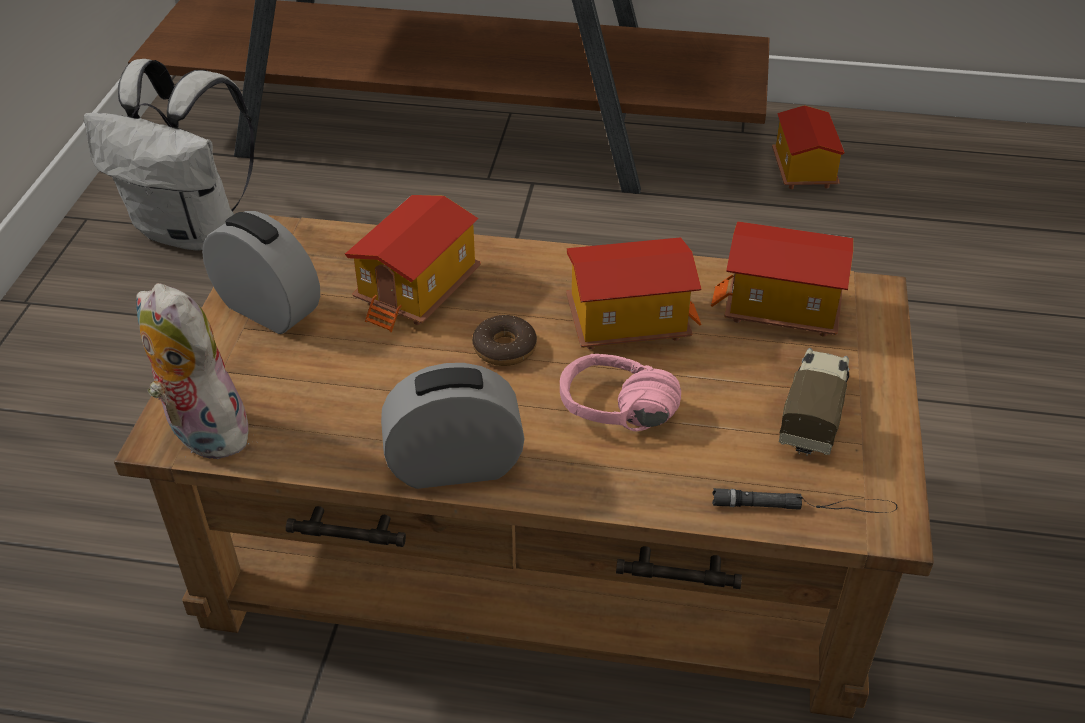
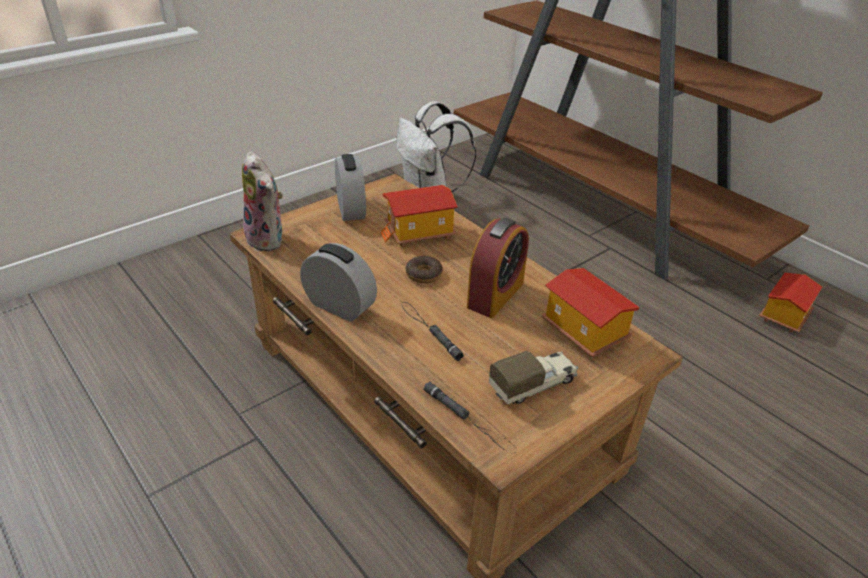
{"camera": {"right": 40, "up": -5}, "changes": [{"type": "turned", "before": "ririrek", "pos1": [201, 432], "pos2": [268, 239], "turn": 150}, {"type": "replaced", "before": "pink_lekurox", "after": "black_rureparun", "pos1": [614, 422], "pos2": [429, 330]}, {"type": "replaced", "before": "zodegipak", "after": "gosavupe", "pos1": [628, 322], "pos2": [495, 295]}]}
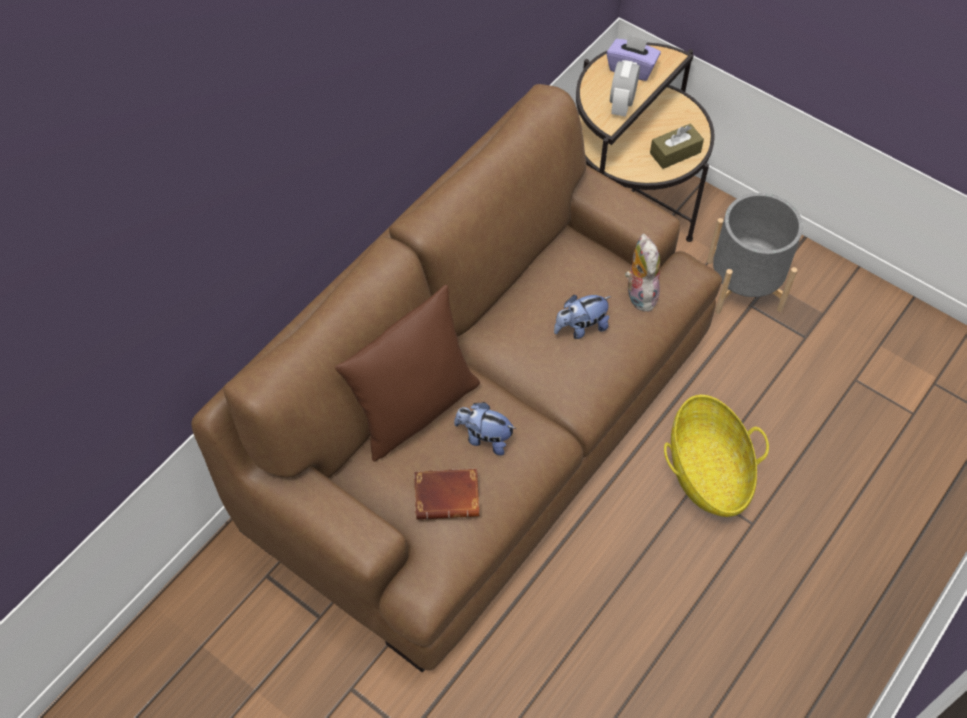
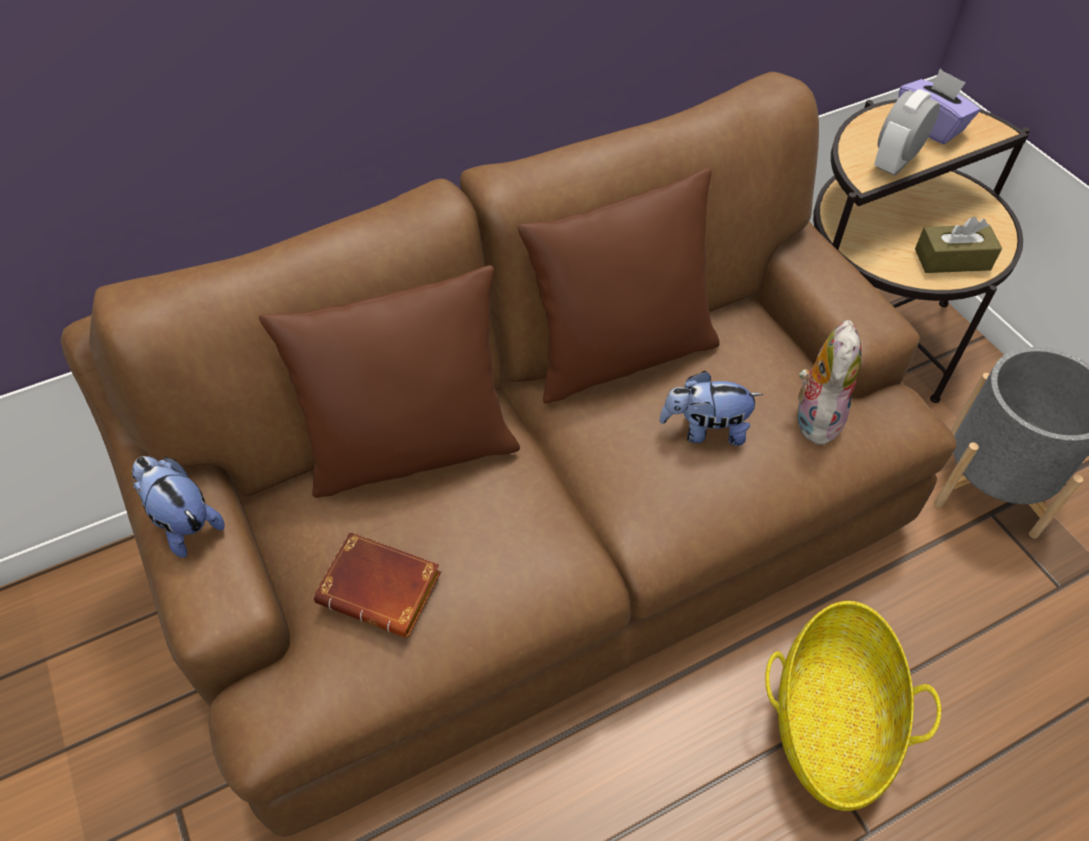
{"camera": {"right": 25, "up": -5}, "changes": [{"type": "moved", "before": "ririrek", "pos1": [484, 438], "pos2": [184, 522]}, {"type": "added", "after": "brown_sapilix", "pos2": [620, 355]}]}
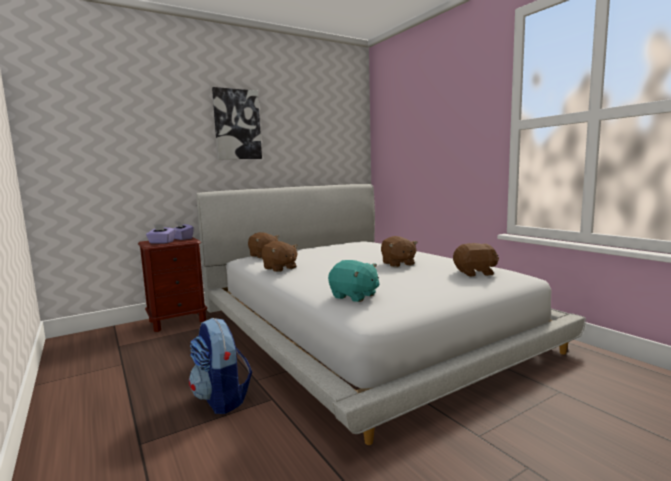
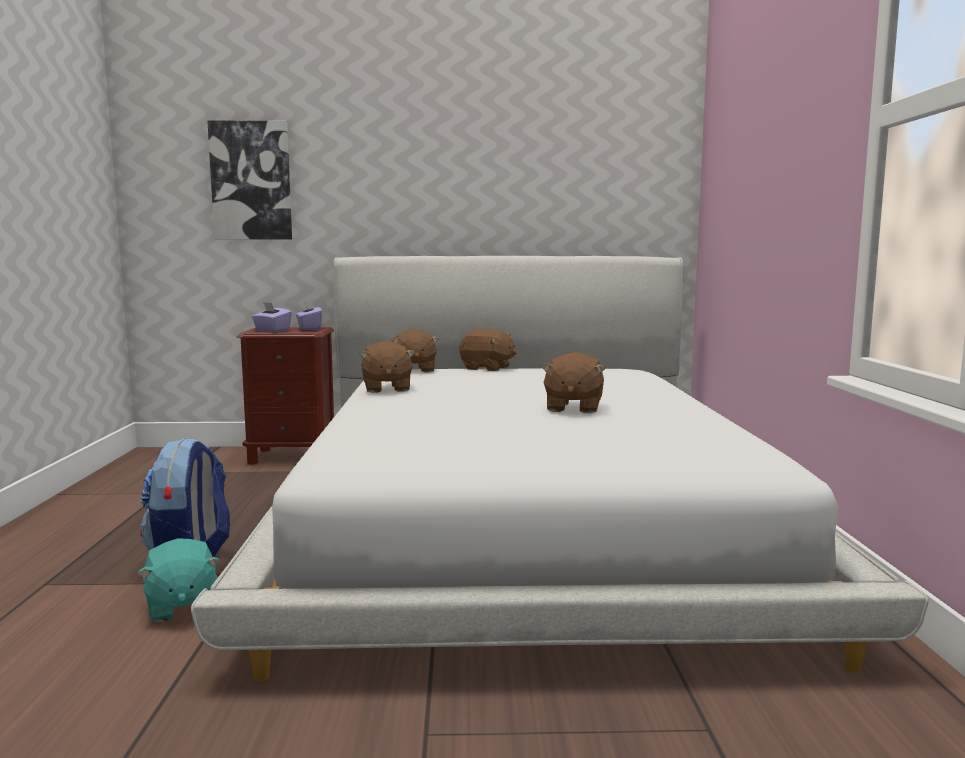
{"camera": {"right": 30, "up": 0}, "changes": [{"type": "moved", "before": "turquoise_ririrek", "pos1": [354, 296], "pos2": [181, 606]}, {"type": "moved", "before": "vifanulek", "pos1": [237, 124], "pos2": [251, 181]}, {"type": "moved", "before": "brown_ririrek", "pos1": [475, 273], "pos2": [487, 368]}]}
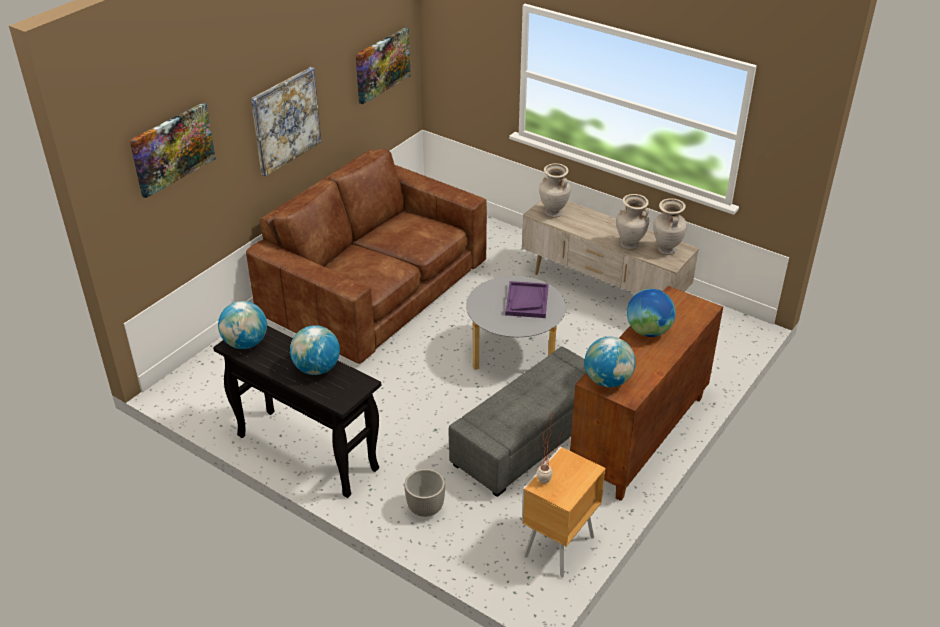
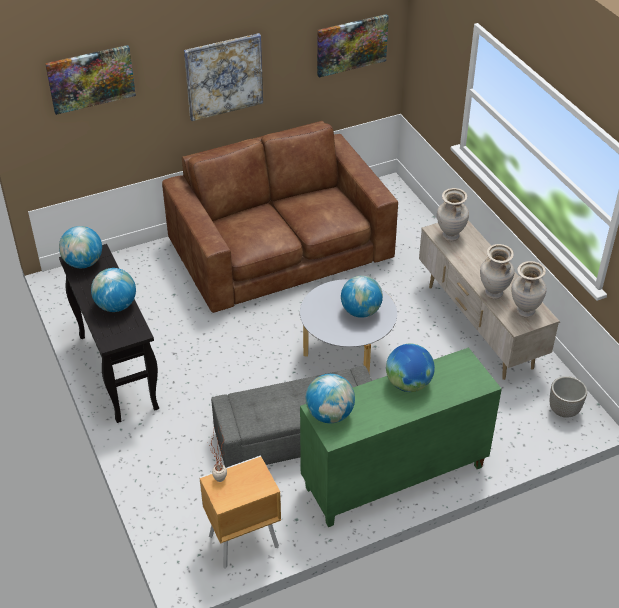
{"camera": {"right": 30, "up": 5}, "changes": [{"type": "recoloured", "before": "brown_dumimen", "after": "green_dumimen", "pos1": [640, 437], "pos2": [394, 478]}, {"type": "replaced", "before": "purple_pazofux", "after": "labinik", "pos1": [527, 301], "pos2": [360, 311]}, {"type": "moved", "before": "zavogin", "pos1": [425, 509], "pos2": [563, 410]}]}
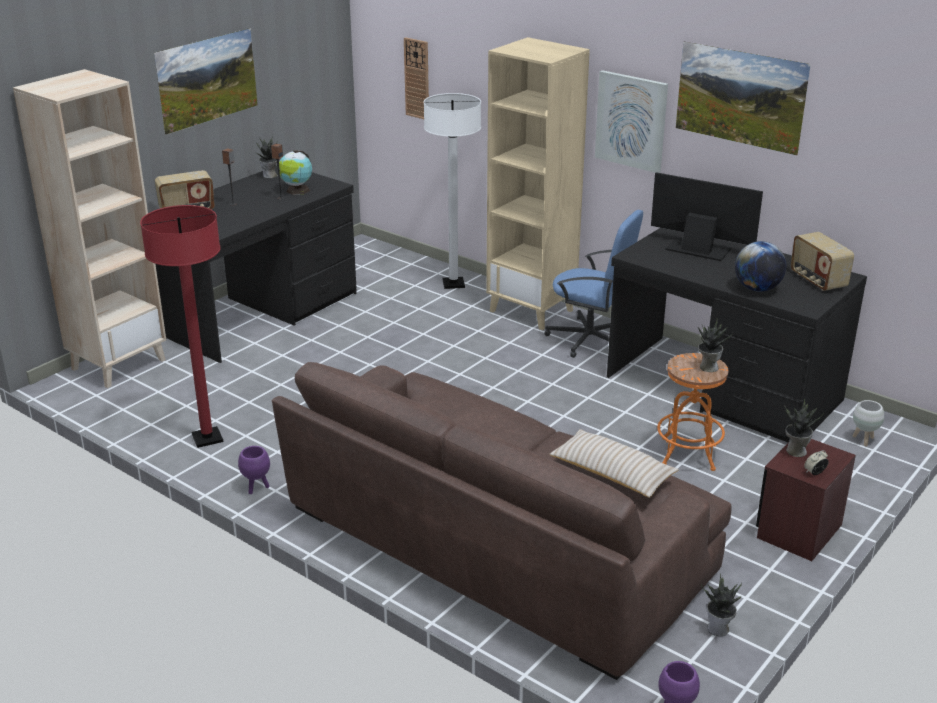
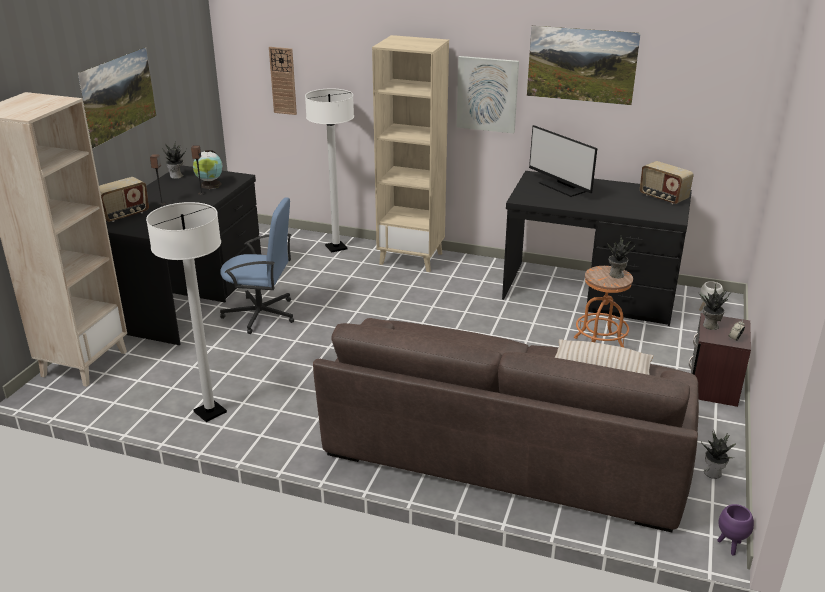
{"camera": {"right": -20, "up": 0}, "changes": [{"type": "recoloured", "before": "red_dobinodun", "after": "white_dobinodun", "pos1": [207, 438], "pos2": [210, 412]}, {"type": "moved", "before": "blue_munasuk", "pos1": [590, 339], "pos2": [261, 314]}, {"type": "turned", "before": "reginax", "pos1": [698, 248], "pos2": [563, 187], "turn": -135}, {"type": "removed", "before": "purple_zavogin", "pos1": [256, 488]}, {"type": "removed", "before": "labinik", "pos1": [757, 289]}]}
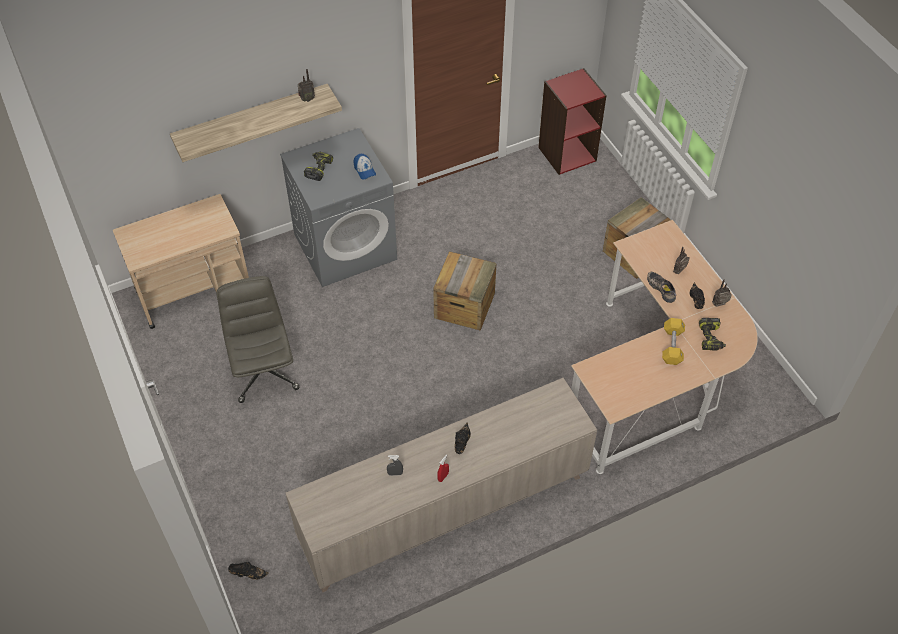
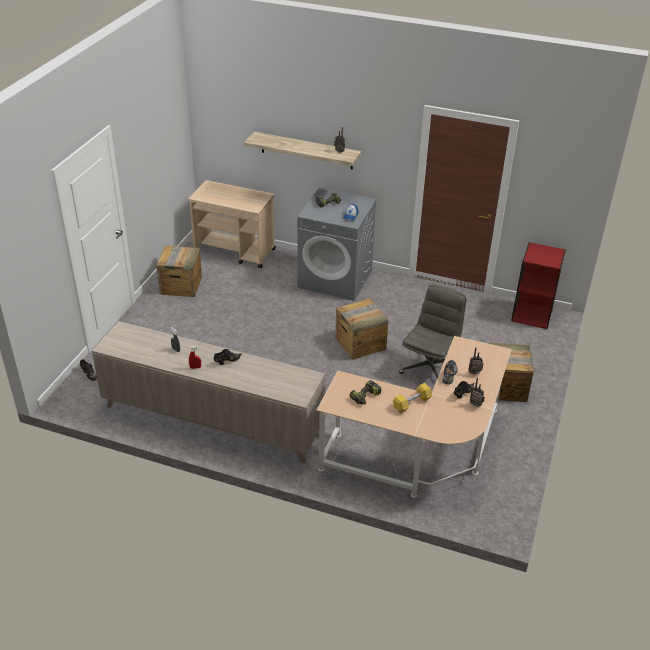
{"camera": {"right": 45, "up": -15}, "changes": [{"type": "added", "after": "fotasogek", "pos2": [181, 285]}, {"type": "moved", "before": "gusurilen", "pos1": [711, 338], "pos2": [365, 397]}, {"type": "moved", "before": "grey_munasuk", "pos1": [263, 371], "pos2": [429, 368]}]}
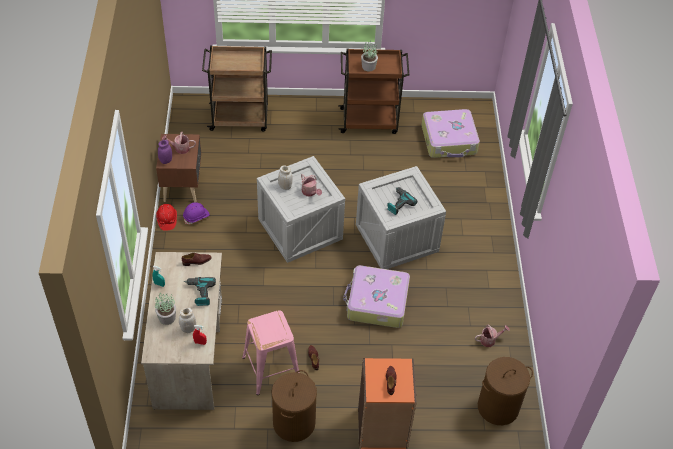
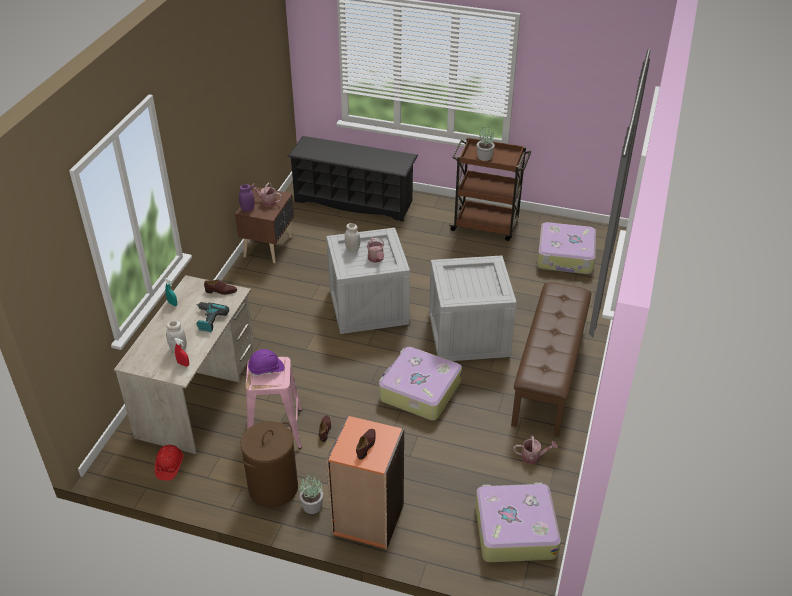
{"camera": {"right": 20, "up": -10}, "changes": [{"type": "moved", "before": "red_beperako", "pos1": [167, 220], "pos2": [169, 466]}, {"type": "moved", "before": "purple_beperako", "pos1": [196, 217], "pos2": [266, 369]}, {"type": "replaced", "before": "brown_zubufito", "after": "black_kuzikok", "pos1": [240, 118], "pos2": [354, 201]}, {"type": "moved", "before": "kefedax", "pos1": [167, 317], "pos2": [312, 505]}, {"type": "replaced", "before": "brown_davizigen", "after": "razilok", "pos1": [497, 407], "pos2": [514, 529]}, {"type": "added", "after": "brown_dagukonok", "pos2": [549, 376]}, {"type": "removed", "before": "gusurilen", "pos1": [398, 203]}]}
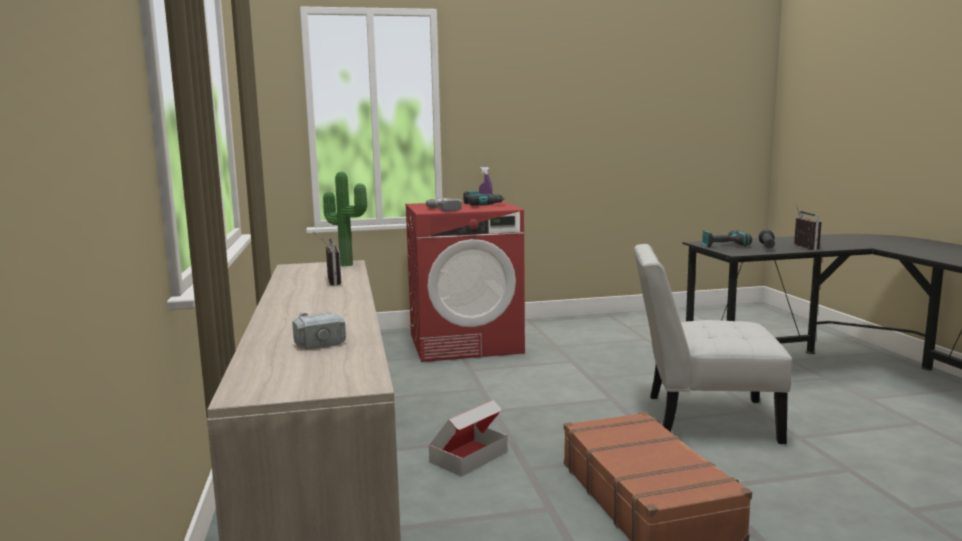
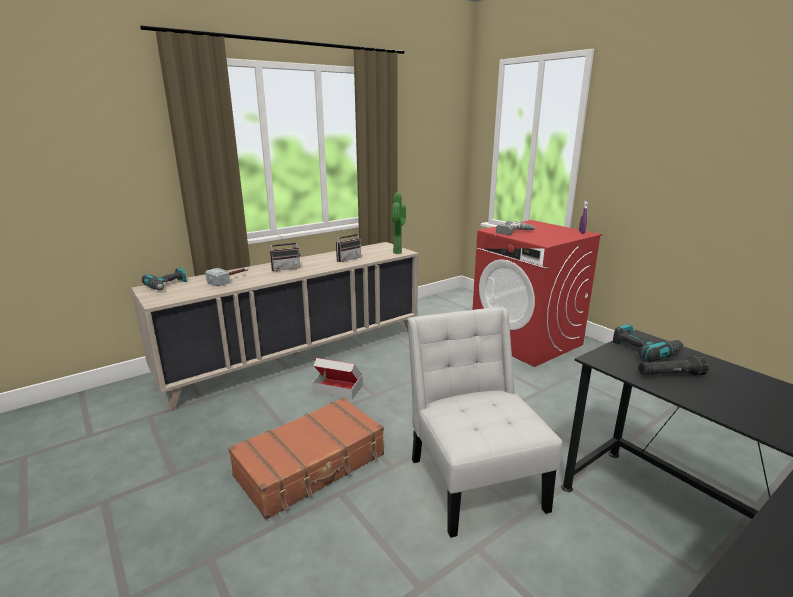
{"camera": {"right": 65, "up": 10}, "changes": [{"type": "moved", "before": "gusurilen", "pos1": [481, 205], "pos2": [168, 286]}, {"type": "moved", "before": "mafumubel", "pos1": [801, 247], "pos2": [285, 268]}]}
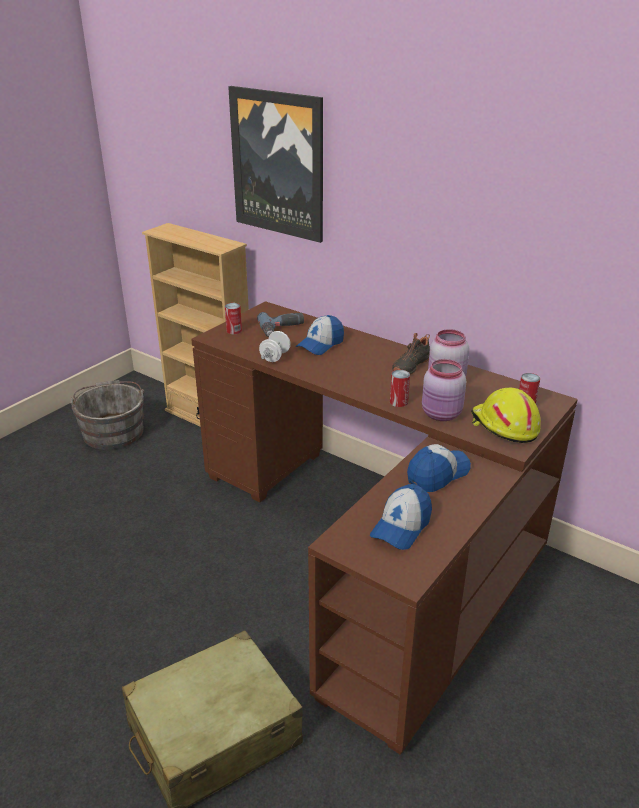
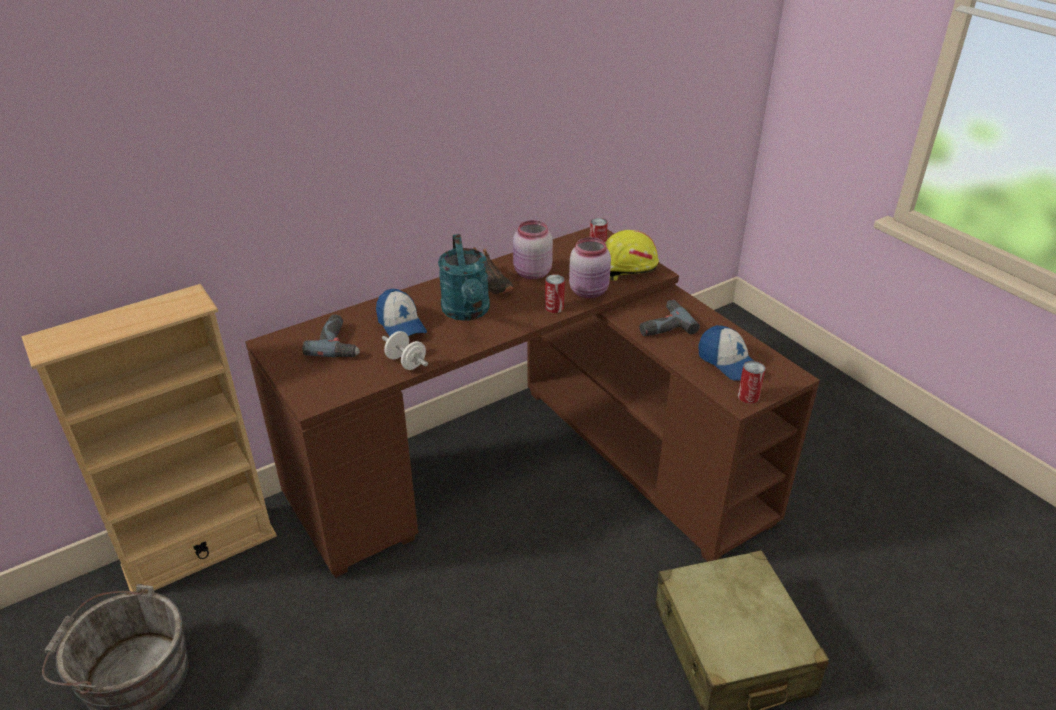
{"camera": {"right": -70, "up": 5}, "changes": [{"type": "added", "after": "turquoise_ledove", "pos2": [467, 312]}, {"type": "replaced", "before": "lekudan", "after": "gusurilen", "pos1": [437, 474], "pos2": [662, 324]}, {"type": "moved", "before": "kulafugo", "pos1": [234, 331], "pos2": [748, 396]}, {"type": "removed", "before": "vifanulek", "pos1": [278, 164]}]}
